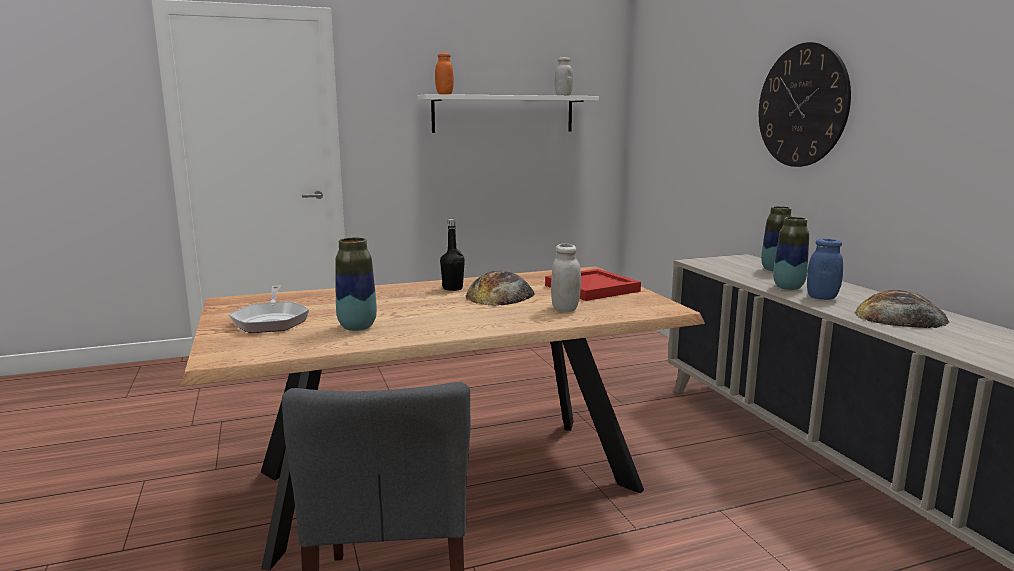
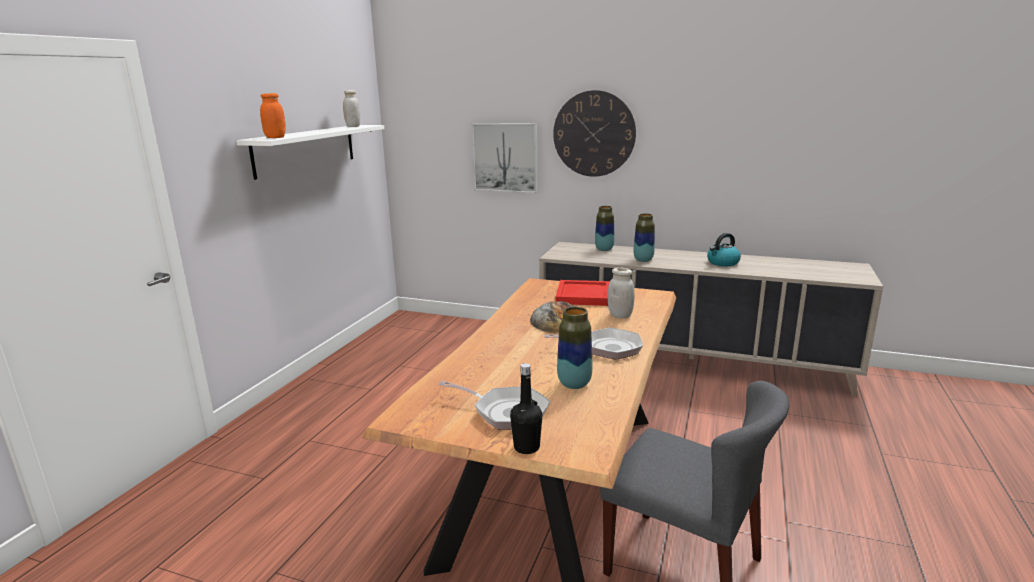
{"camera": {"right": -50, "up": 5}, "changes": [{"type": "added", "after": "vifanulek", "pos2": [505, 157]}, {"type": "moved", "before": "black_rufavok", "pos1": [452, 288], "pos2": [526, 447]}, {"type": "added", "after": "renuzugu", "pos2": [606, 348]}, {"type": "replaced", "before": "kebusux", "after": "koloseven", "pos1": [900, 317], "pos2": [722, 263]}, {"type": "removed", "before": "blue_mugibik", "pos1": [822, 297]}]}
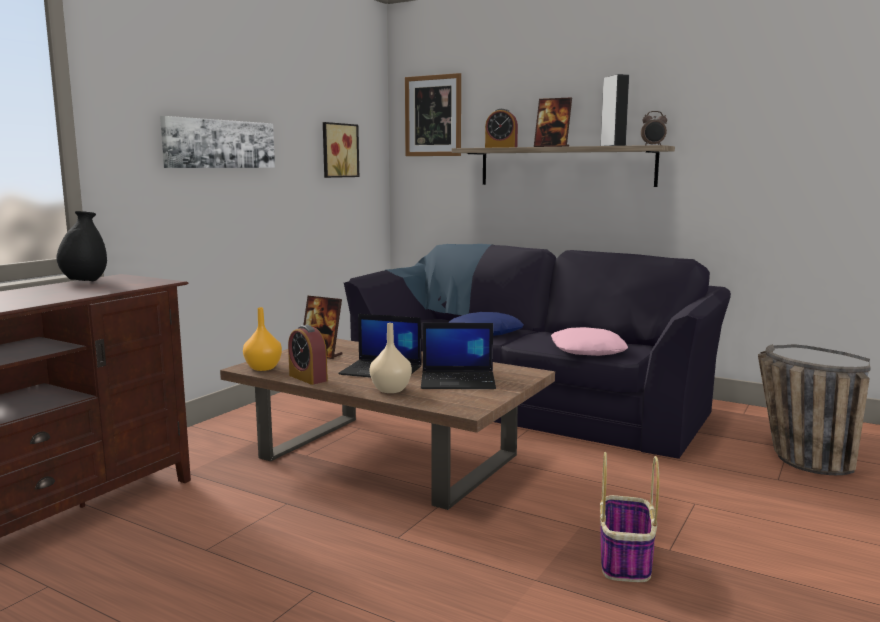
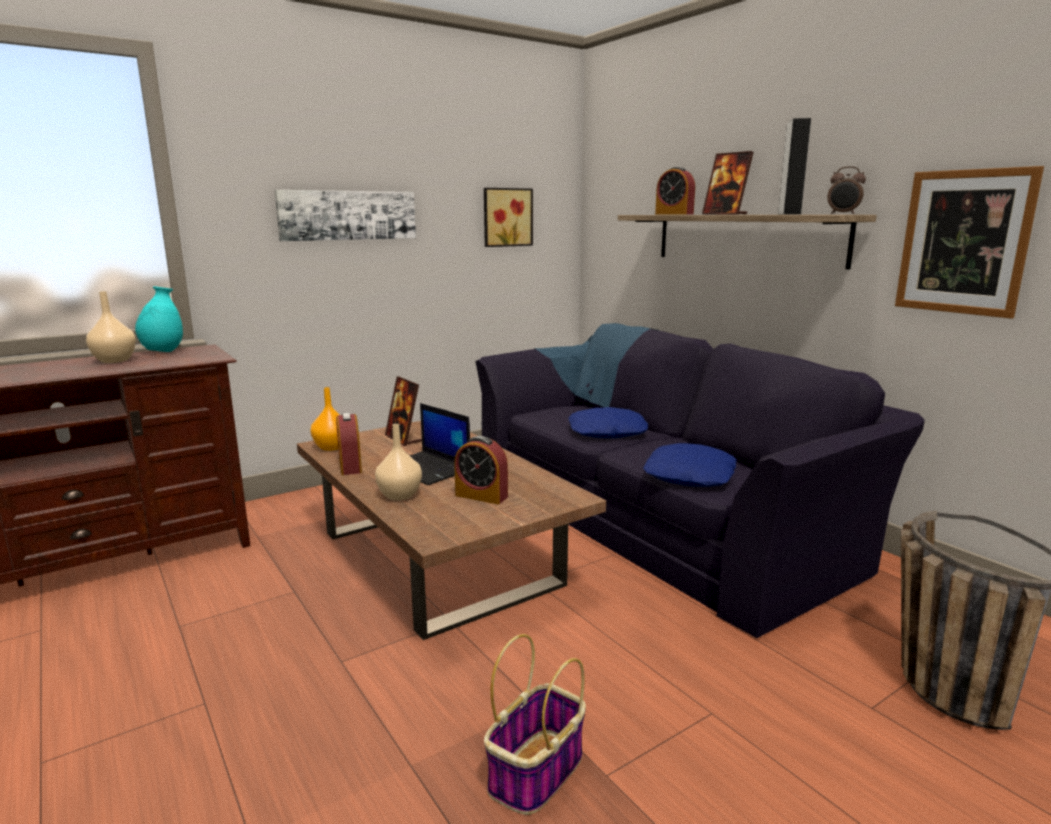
{"camera": {"right": 25, "up": 5}, "changes": [{"type": "added", "after": "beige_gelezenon", "pos2": [114, 361]}, {"type": "recoloured", "before": "black_gelezenon", "after": "turquoise_gelezenon", "pos1": [84, 281], "pos2": [163, 351]}, {"type": "replaced", "before": "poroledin", "after": "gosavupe", "pos1": [459, 381], "pos2": [481, 496]}, {"type": "recoloured", "before": "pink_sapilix", "after": "blue_sapilix", "pos1": [588, 350], "pos2": [690, 475]}, {"type": "moved", "before": "vifanulek", "pos1": [433, 116], "pos2": [963, 242]}]}
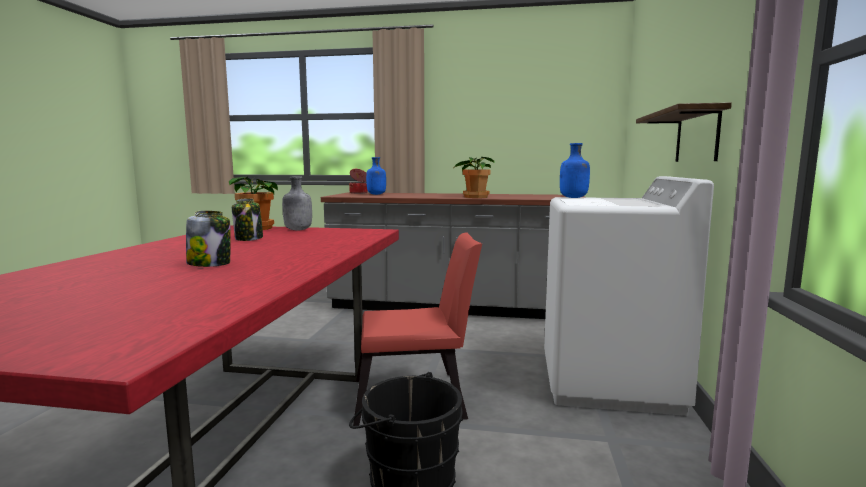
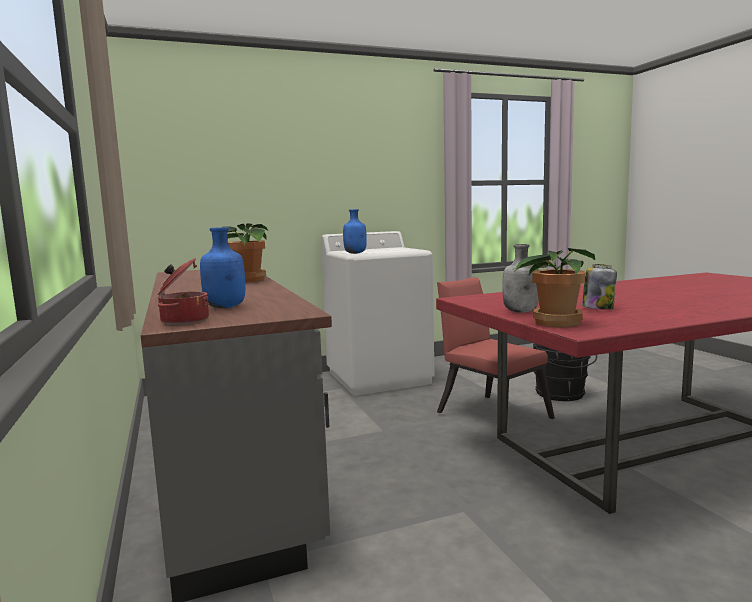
{"camera": {"right": -120, "up": 0}, "changes": [{"type": "removed", "before": "mugibik", "pos1": [210, 264]}, {"type": "removed", "before": "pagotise", "pos1": [697, 136]}]}
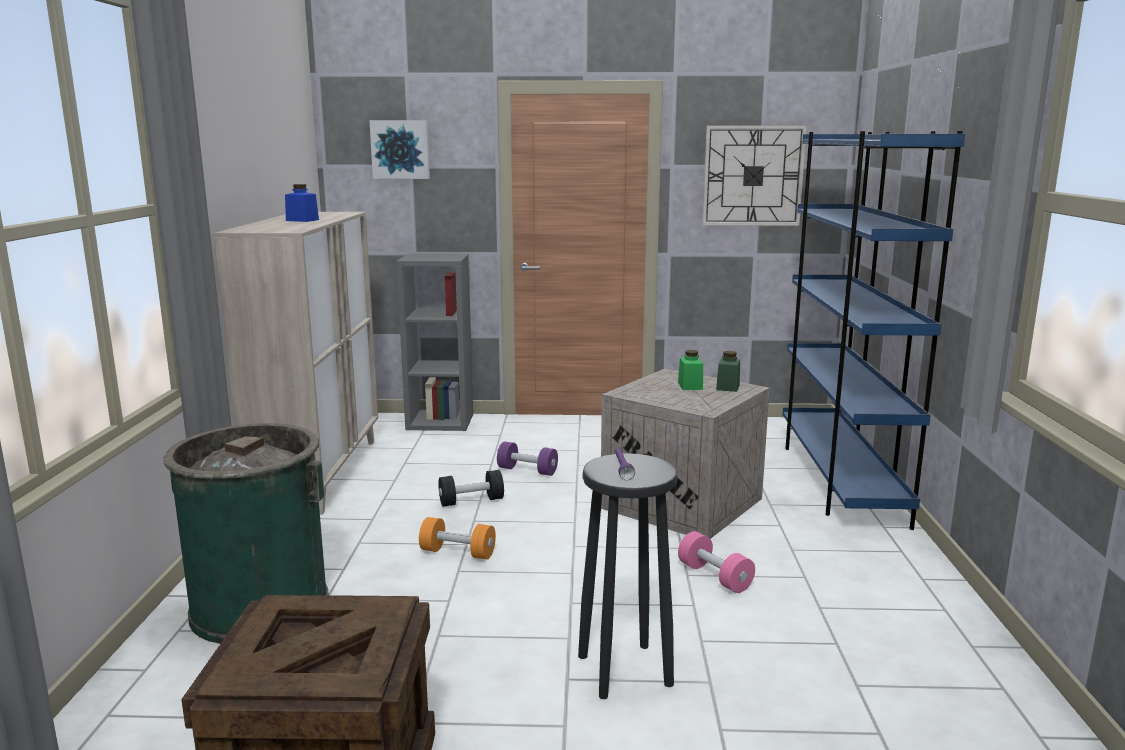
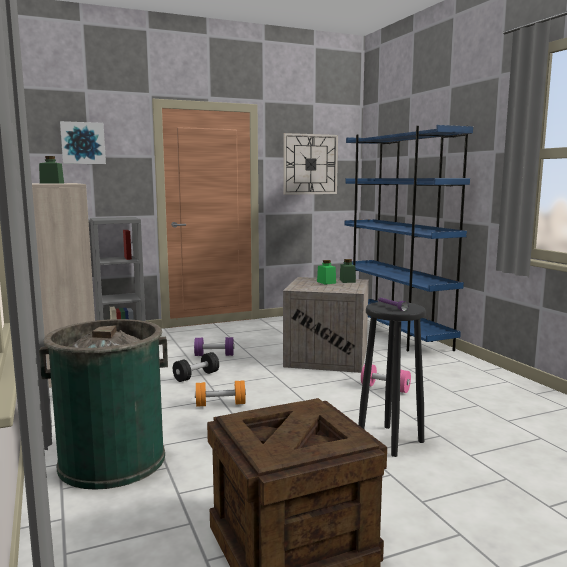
{"camera": {"right": -25, "up": -5}, "changes": [{"type": "recoloured", "before": "blue_mugibik", "after": "green_mugibik", "pos1": [302, 220], "pos2": [52, 183]}]}
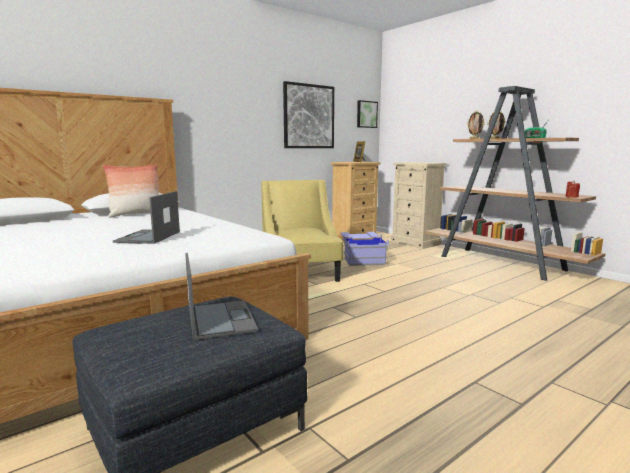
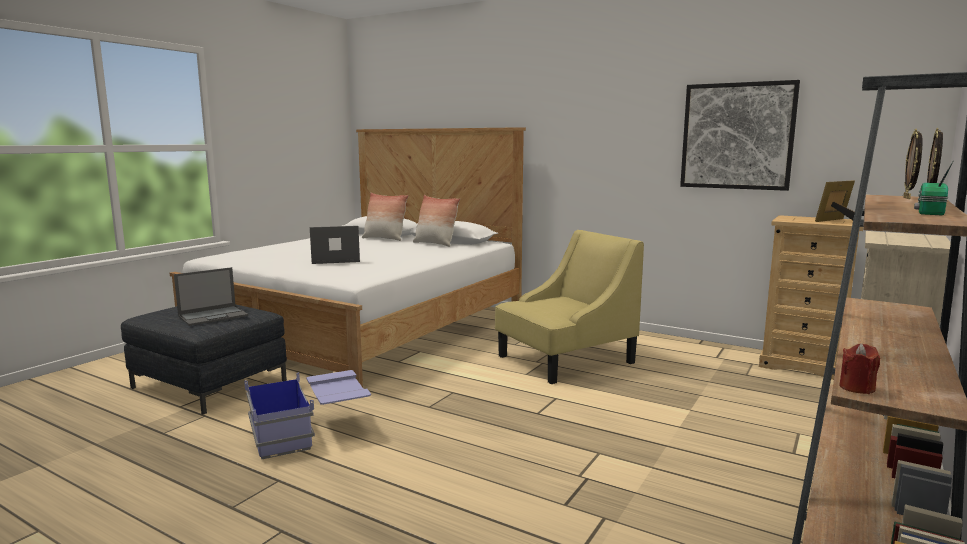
{"camera": {"right": 70, "up": 0}, "changes": [{"type": "moved", "before": "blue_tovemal", "pos1": [362, 258], "pos2": [310, 432]}, {"type": "added", "after": "sapilix", "pos2": [384, 239]}, {"type": "removed", "before": "vifanulek", "pos1": [366, 114]}]}
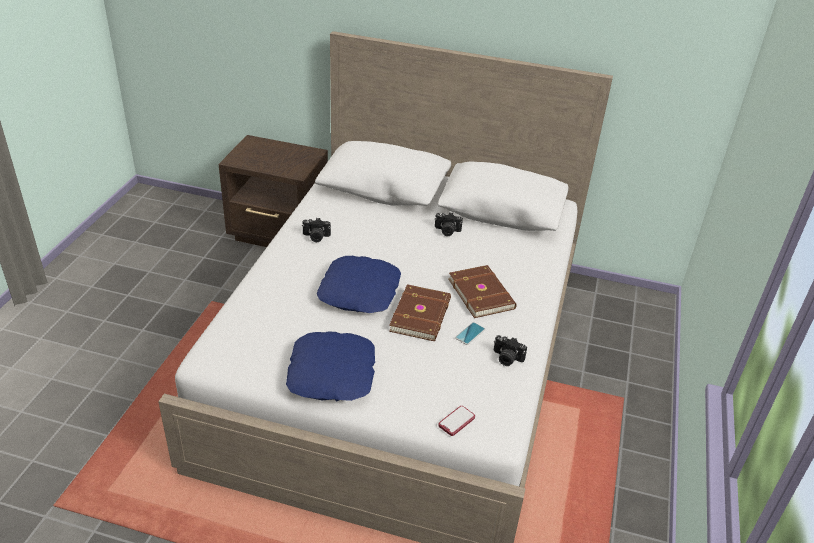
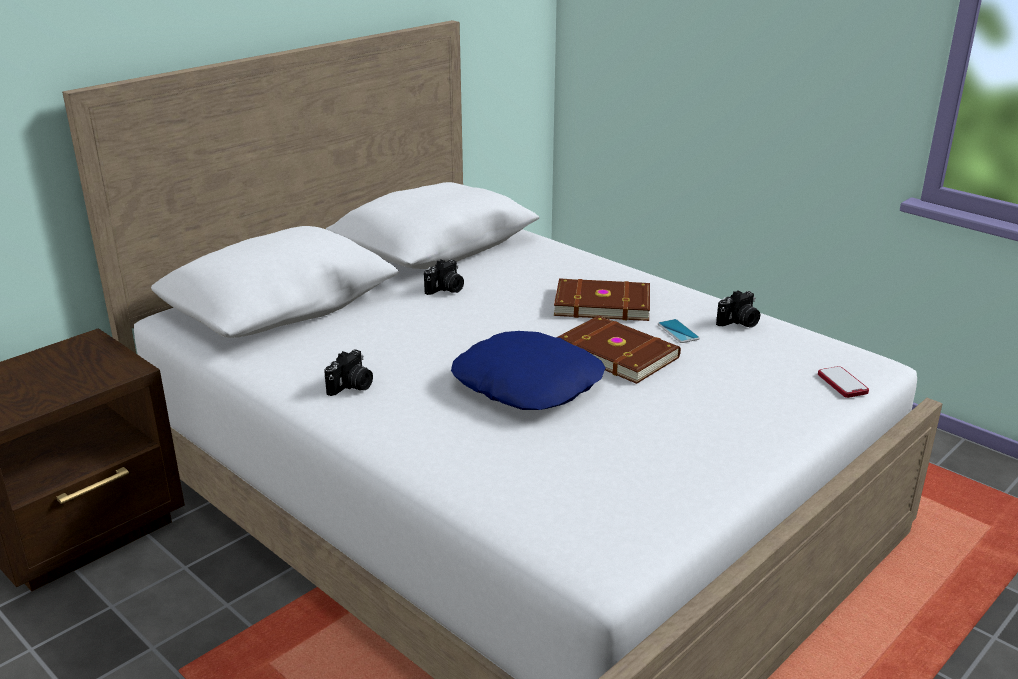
{"camera": {"right": -60, "up": -10}, "changes": [{"type": "removed", "before": "blue_sapilix", "pos1": [332, 374]}]}
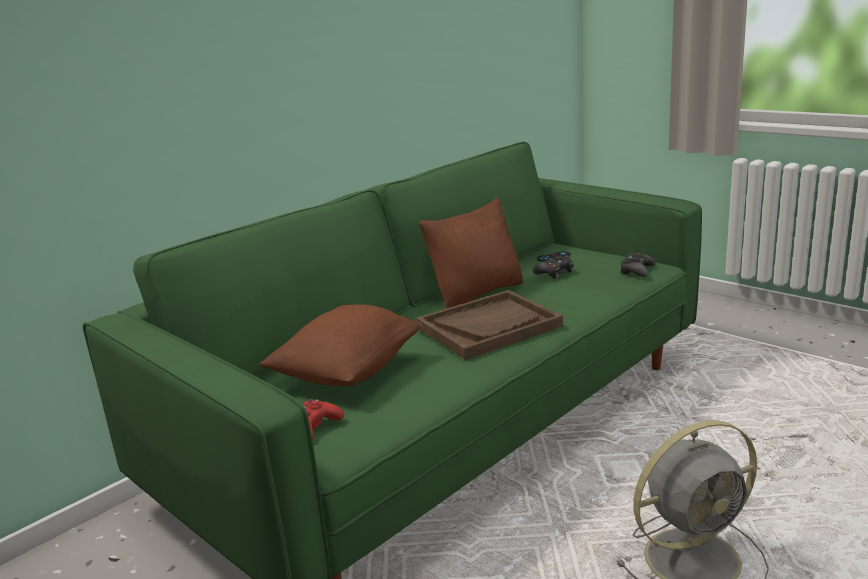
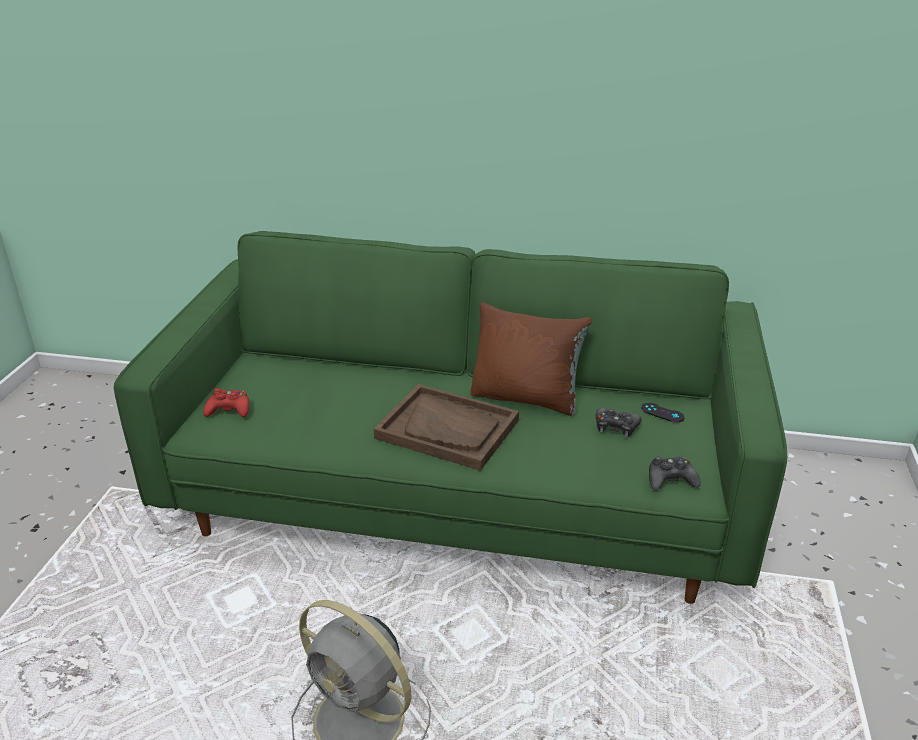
{"camera": {"right": 55, "up": 10}, "changes": [{"type": "removed", "before": "brown_sapilix", "pos1": [348, 373]}]}
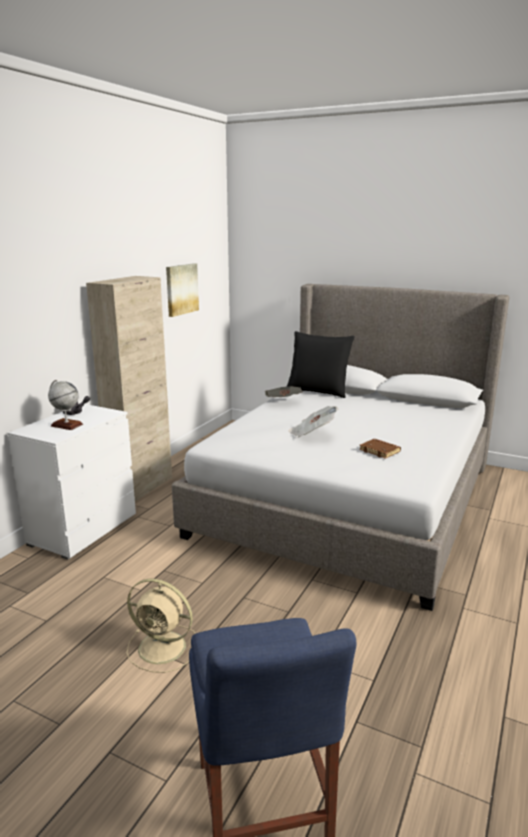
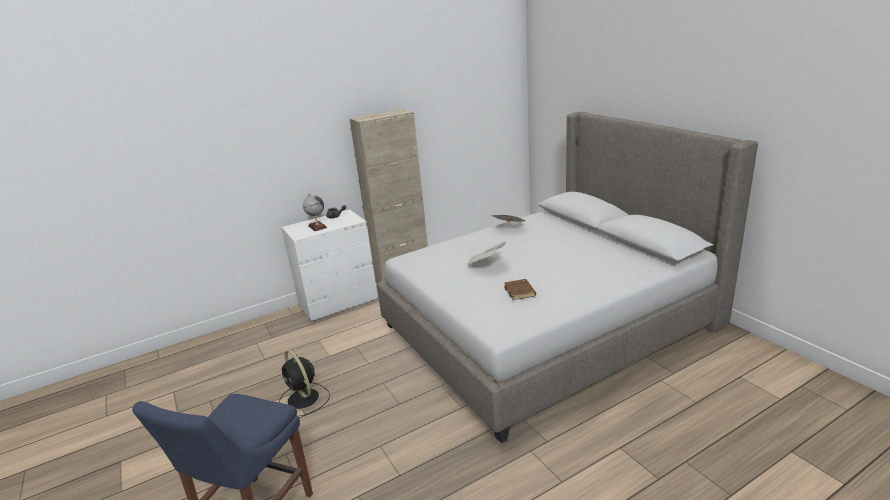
{"camera": {"right": 35, "up": 5}, "changes": [{"type": "recoloured", "before": "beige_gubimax", "after": "black_gubimax", "pos1": [164, 648], "pos2": [304, 400]}, {"type": "removed", "before": "vifanulek", "pos1": [181, 289]}, {"type": "removed", "before": "black_sapilix", "pos1": [318, 391]}]}
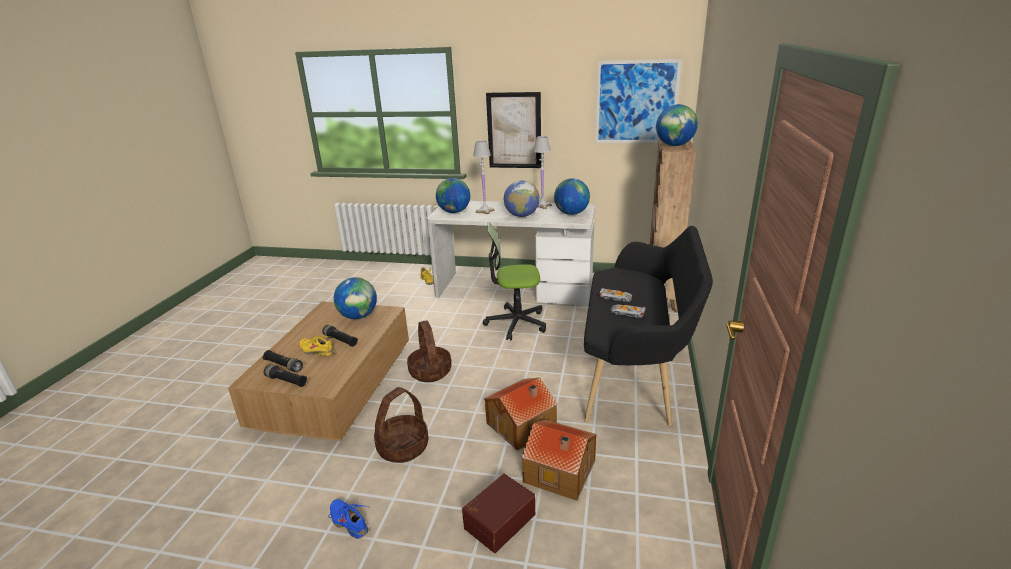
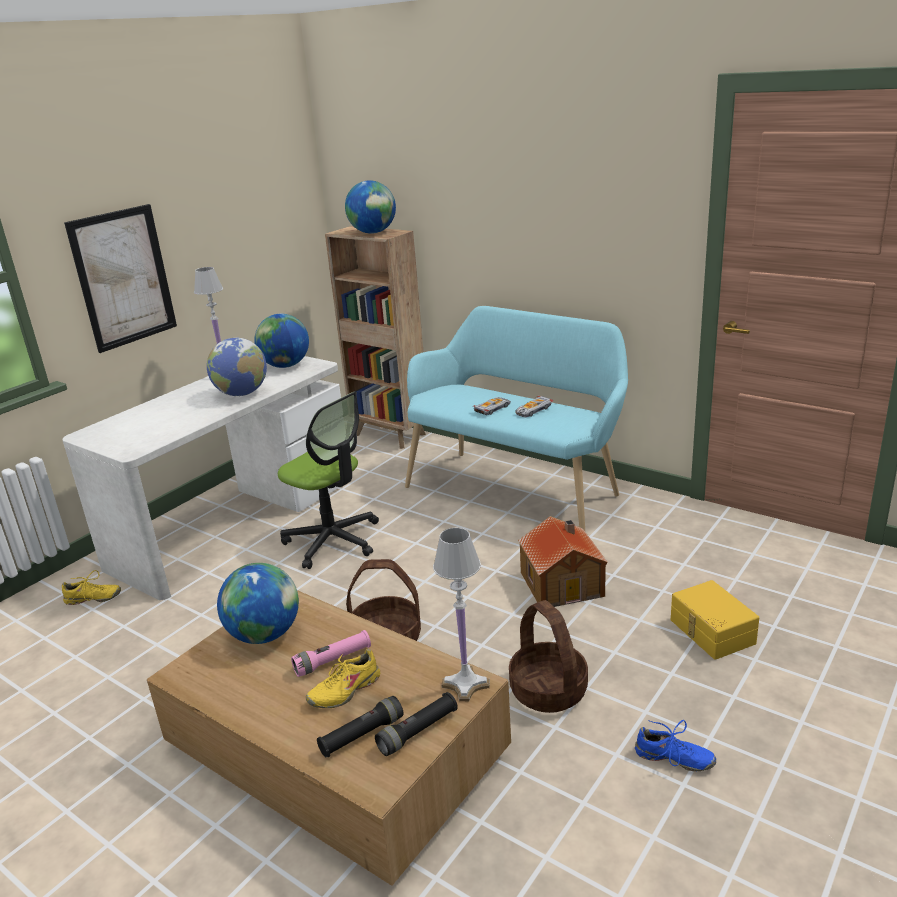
{"camera": {"right": -65, "up": 0}, "changes": [{"type": "turned", "before": "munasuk", "pos1": [516, 323], "pos2": [333, 540], "turn": -75}, {"type": "recoloured", "before": "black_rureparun", "after": "pink_rureparun", "pos1": [340, 340], "pos2": [333, 661]}, {"type": "recoloured", "before": "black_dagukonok", "after": "turquoise_dagukonok", "pos1": [636, 372], "pos2": [518, 488]}, {"type": "moved", "before": "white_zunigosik", "pos1": [485, 211], "pos2": [466, 684]}, {"type": "turned", "before": "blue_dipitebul", "pos1": [349, 522], "pos2": [673, 759], "turn": -135}, {"type": "recoloured", "before": "brown_tovemal", "after": "yellow_tovemal", "pos1": [498, 520], "pos2": [710, 632]}, {"type": "removed", "before": "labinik", "pos1": [454, 212]}, {"type": "removed", "before": "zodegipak", "pos1": [560, 472]}, {"type": "removed", "before": "vifanulek", "pos1": [636, 102]}]}
